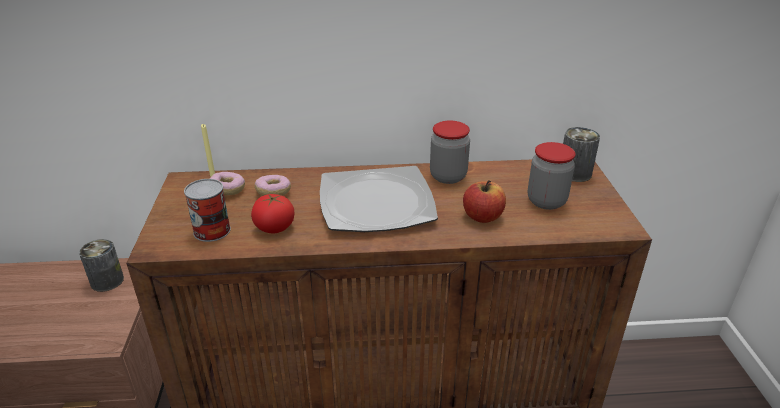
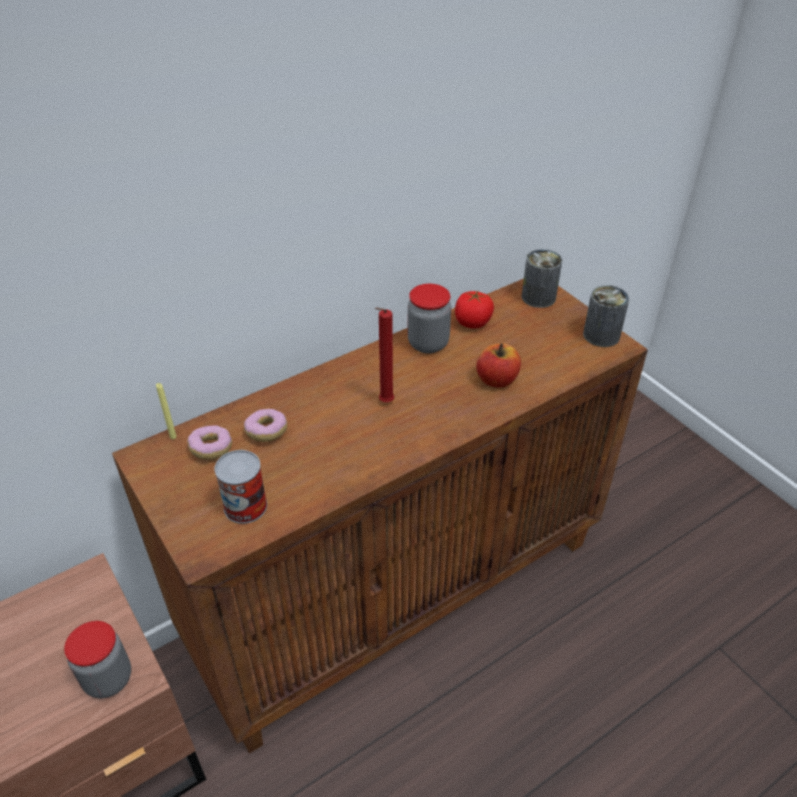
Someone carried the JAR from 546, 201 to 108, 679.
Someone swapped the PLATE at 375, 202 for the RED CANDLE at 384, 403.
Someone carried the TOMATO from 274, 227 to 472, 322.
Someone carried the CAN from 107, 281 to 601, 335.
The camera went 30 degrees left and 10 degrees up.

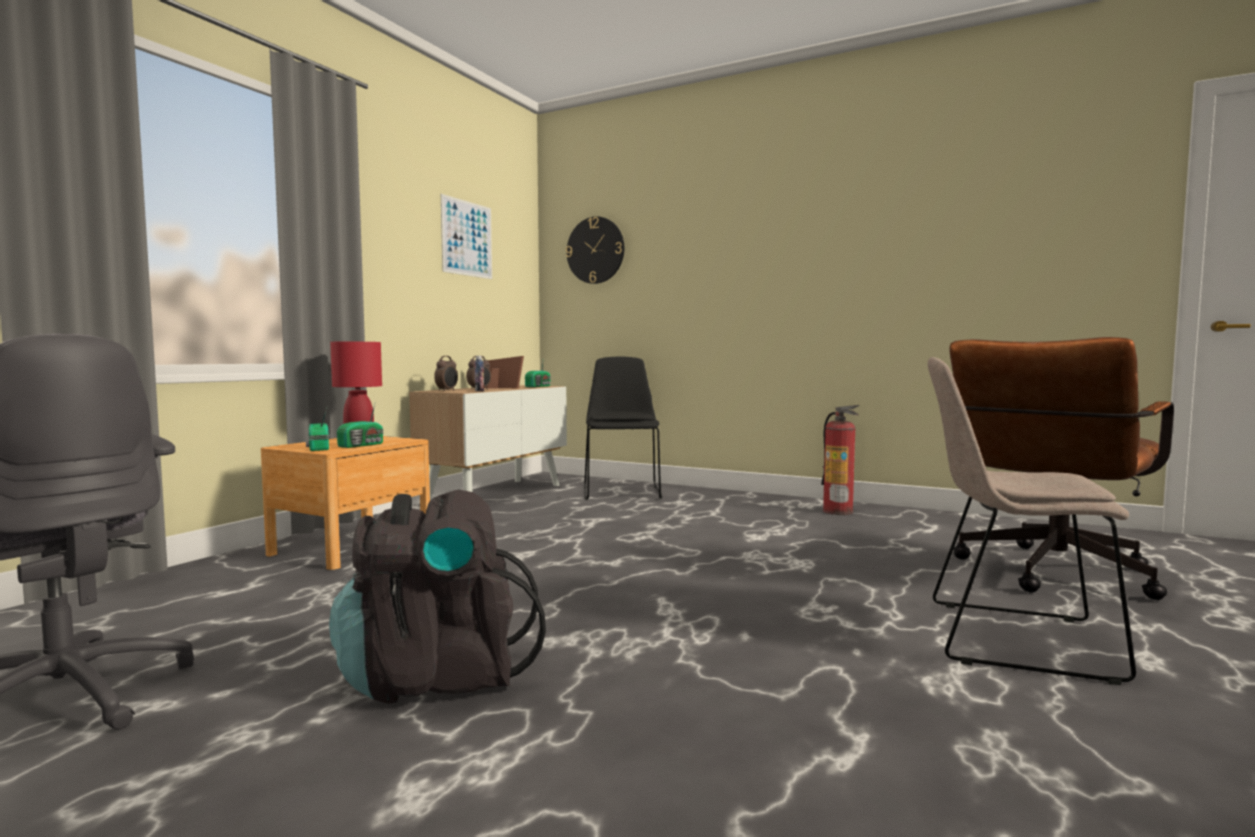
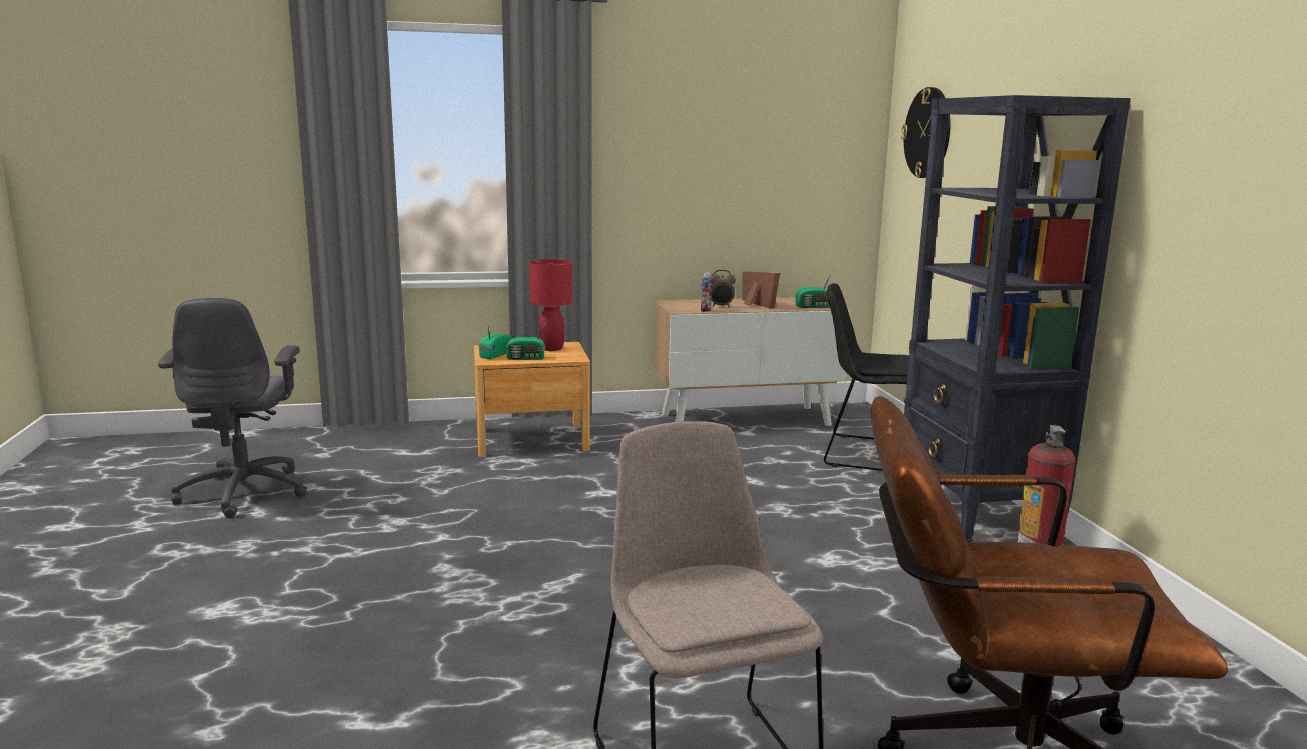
Someone took away the PICTURE at 467, 238.
Someone took away the ALARM CLOCK at 447, 390.
Someone rotated the BLACK CHAIR at 621, 491 by 120 degrees counterclockwise.
Someone took away the BLACK BACKPACK at 437, 676.
Someone put down the BLACK BOOKCASE at 976, 517.
The camera went 50 degrees right and 10 degrees up.

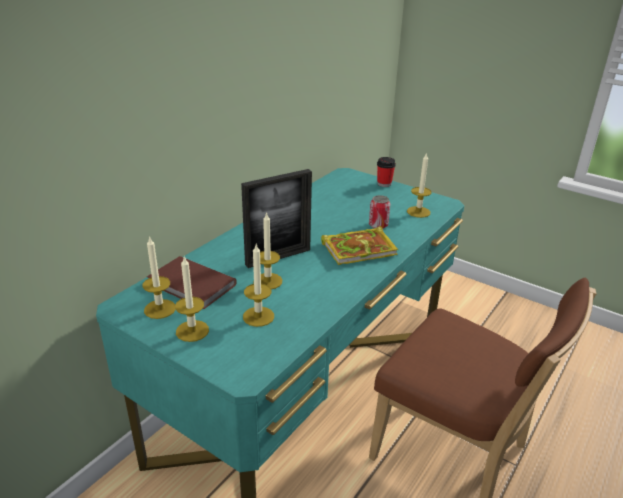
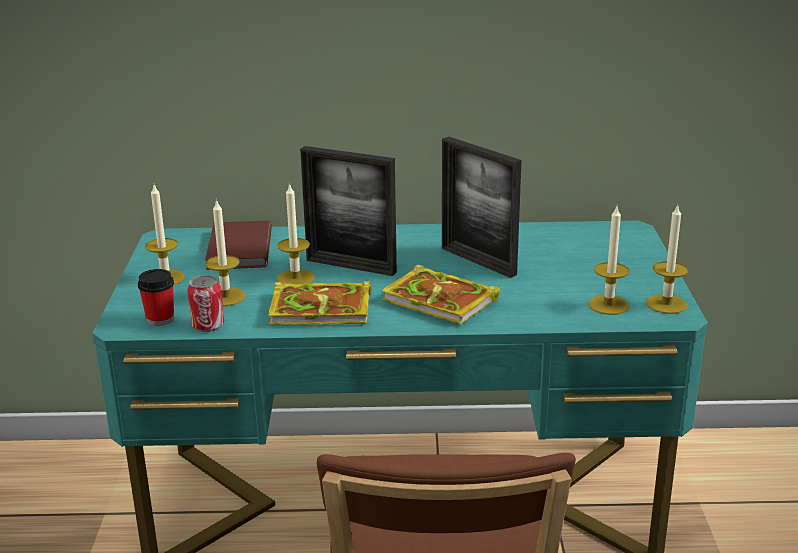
Someone carried the CUP from 384, 184 to 160, 319.
Someone carried the CAN from 378, 225 to 208, 325.
Someone carried the CANDLE from 160, 309 to 666, 304.
Someone put down the PICTURE FRAME at 478, 261.
Someone put down the BOOK at 323, 309.
The camera went 55 degrees right and 5 degrees down.

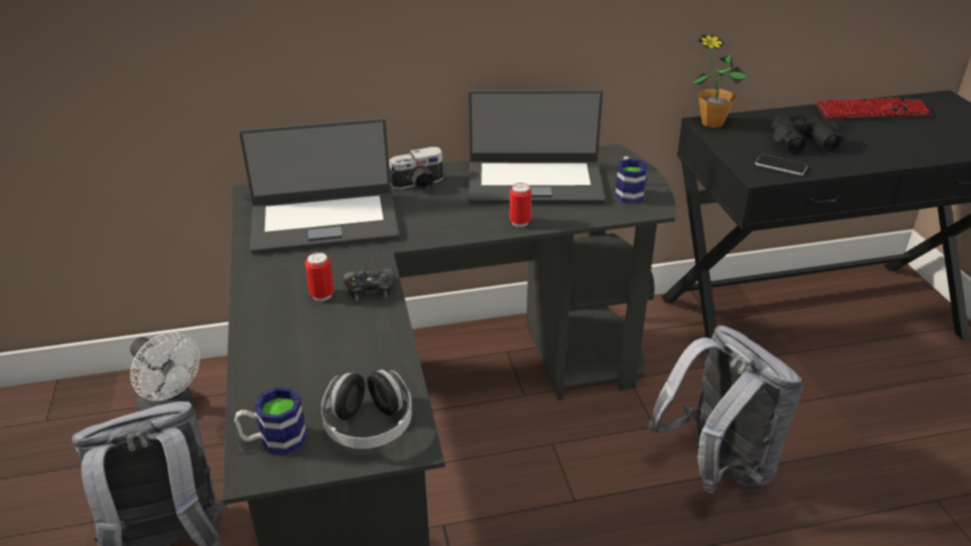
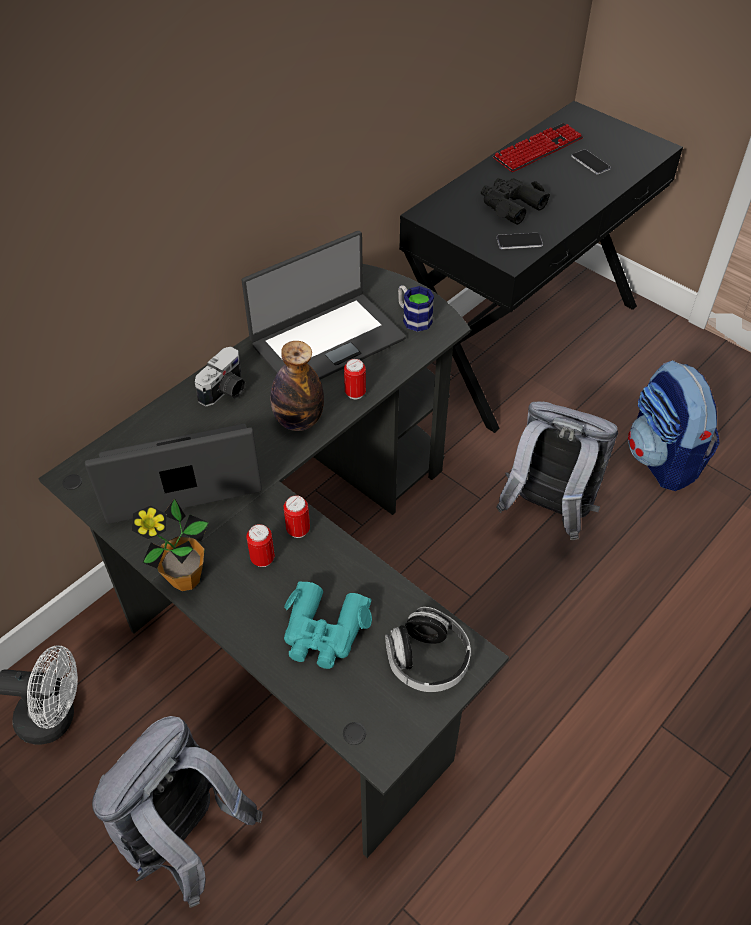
Someone carried the POTTED PLANT from 712, 123 to 185, 579.
Someone rotated the LAPTOP at 324, 222 by 150 degrees counterclockwise.
Someone swapped the BLACK GAME CONTROLLER at 370, 289 for the CAN at 298, 530.
Someone took away the MUG at 274, 440.
Someone put down the PHONE at 590, 163.
Someone put down the BOTTLE at 298, 420.
Someone put down the BACKPACK at 662, 459.
Someone put down the TURQUOISE BINOCULARS at 324, 632.
The camera went 35 degrees left and 15 degrees up.

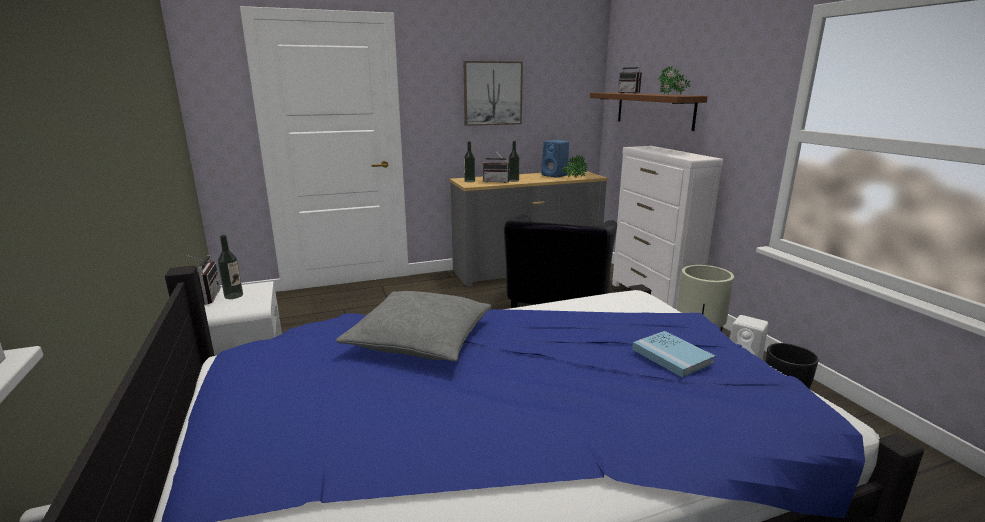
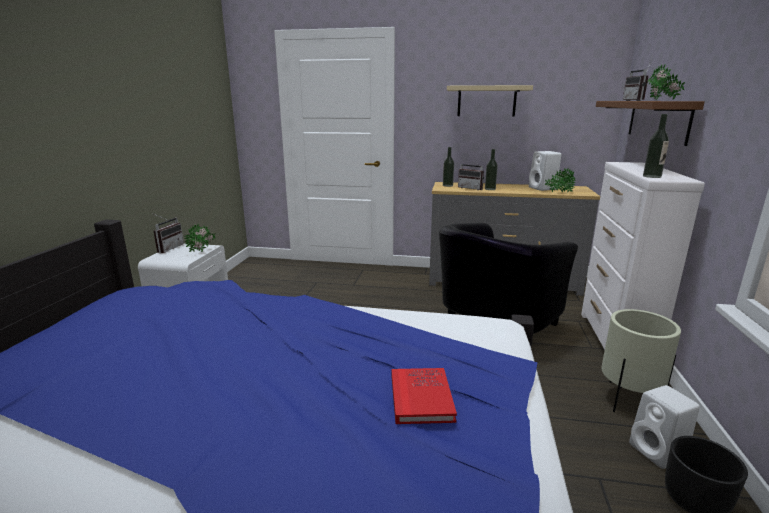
Someone swapped the PICTURE at 492, 93 for the BEIGE SHELF at 486, 101.
Someone repainted the BLUE SPEAKER at 555, 175, which became the WHITE SPEAKER at 543, 188.
Someone carried the BOTTLE from 233, 295 to 652, 176.
Someone took away the GREY PILLOW at 420, 339.
Someone repainted the BLUE BOOK at 672, 356, which became the RED BOOK at 421, 398.
Someone put down the POTTED PLANT at 203, 251.
The camera went 30 degrees right and 0 degrees up.

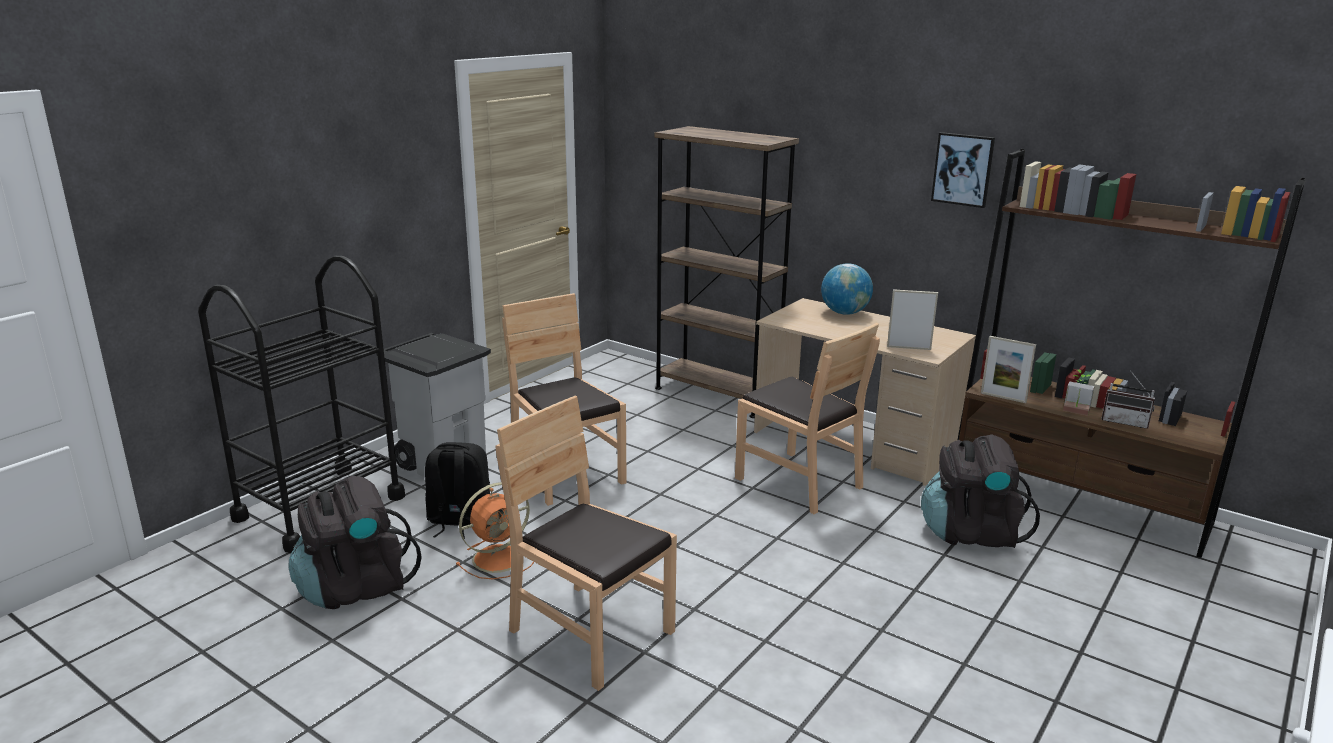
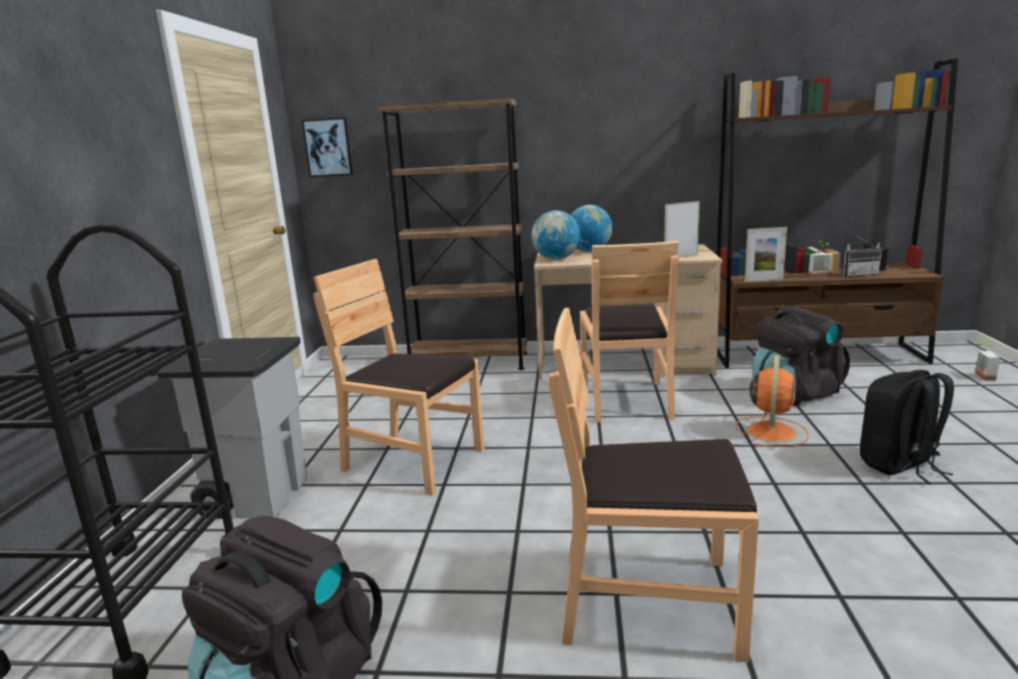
Someone carried the PICTURE from 963, 169 to 328, 147.
Someone rotated the BROWN CHAIR at 799, 482 by 75 degrees clockwise.
Someone carried the BLACK BACKPACK from 459, 521 to 900, 465.
Someone carried the ORANGE FAN from 500, 558 to 771, 431.
Someone put down the GLOBE at 556, 259.
Someone put down the POTTED PLANT at 980, 376.
The camera went 30 degrees left and 5 degrees down.

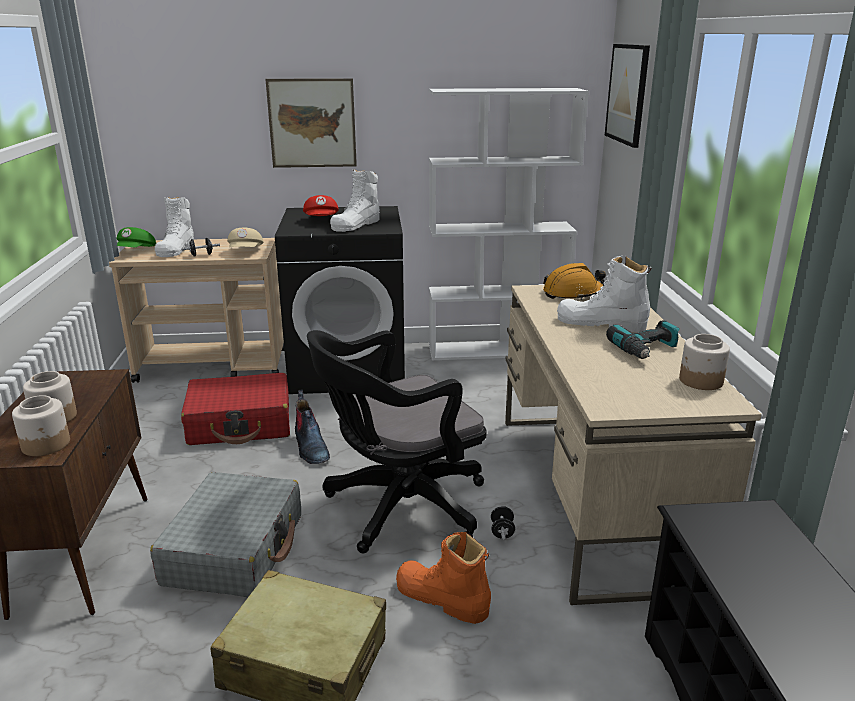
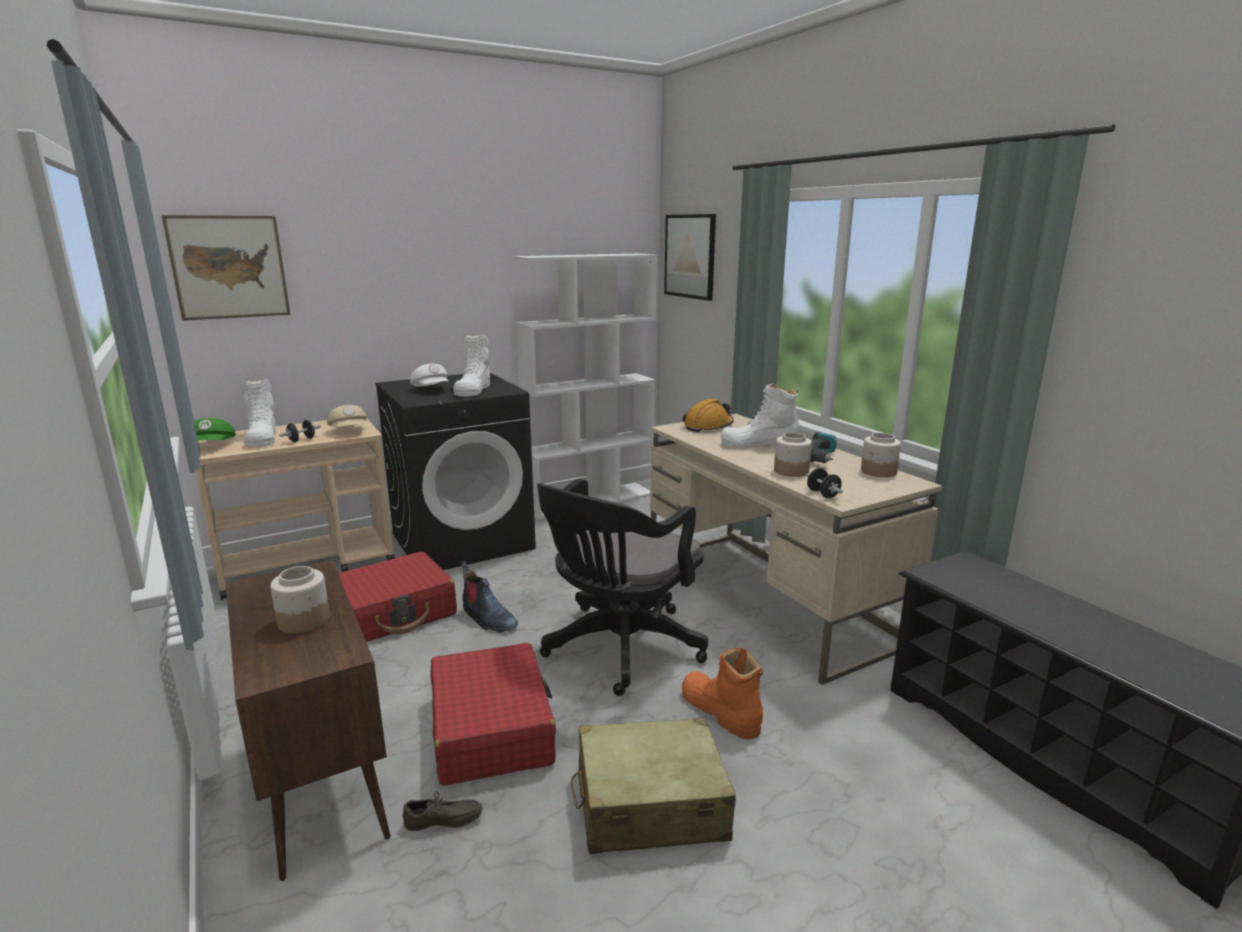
Someone carried the PICTURE from 312, 123 to 229, 267.
Someone repainted the RED CAP at 322, 220, which became the WHITE CAP at 432, 389.
Someone carried the JAR from 46, 445 to 791, 471.
Someone repainted the GREY SUITCASE at 235, 549, which became the RED SUITCASE at 492, 728.
Someone carried the BLACK DUMBBELL from 502, 531 to 823, 494.
Someone rotated the ORANGE BOOT at 441, 598 by 45 degrees clockwise.
Someone put down the GREY SHOE at 443, 822.
The camera went 25 degrees left and 5 degrees down.

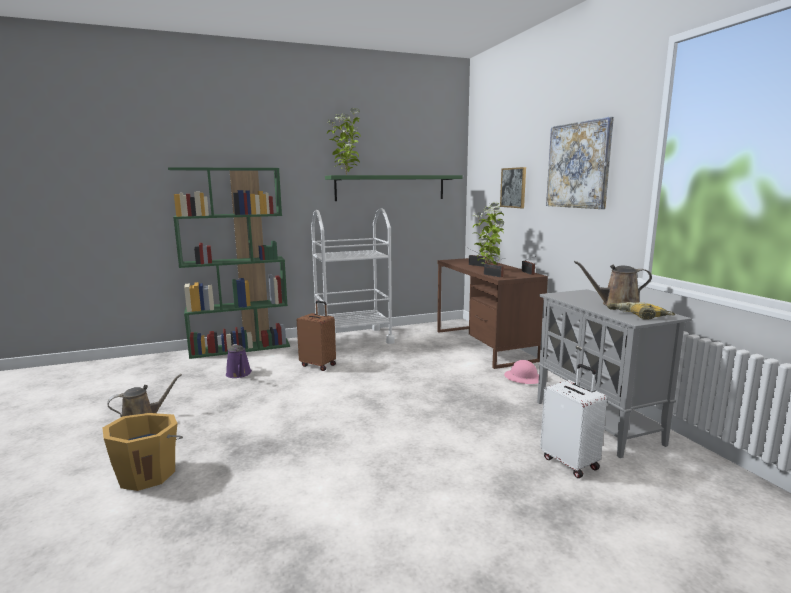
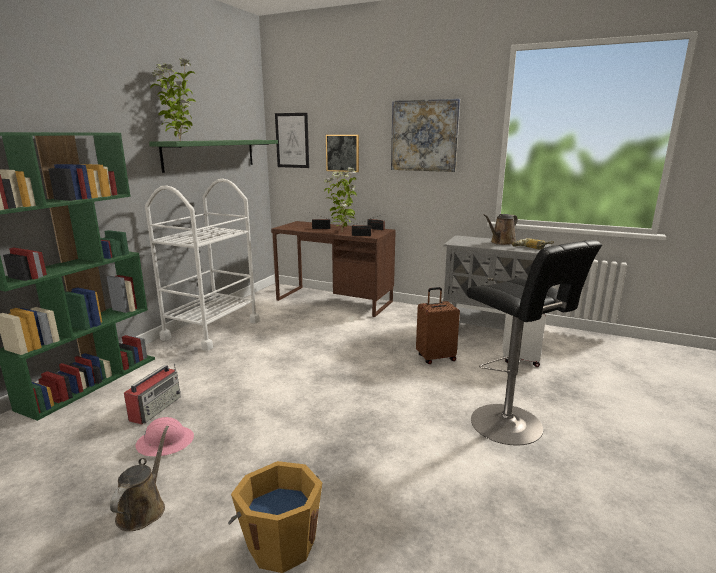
Someone carried the BROWN SUITCASE from 318, 365 to 435, 357.
Someone swapped the PURPLE WATERING CAN at 239, 374 for the RADIO at 156, 408.
Someone carried the PINK HARD HAT from 523, 378 to 165, 442.
Someone put up the PICTURE at 292, 140.
Someone put down the BLACK STOOL at 510, 426.
The camera went 45 degrees left and 5 degrees up.

